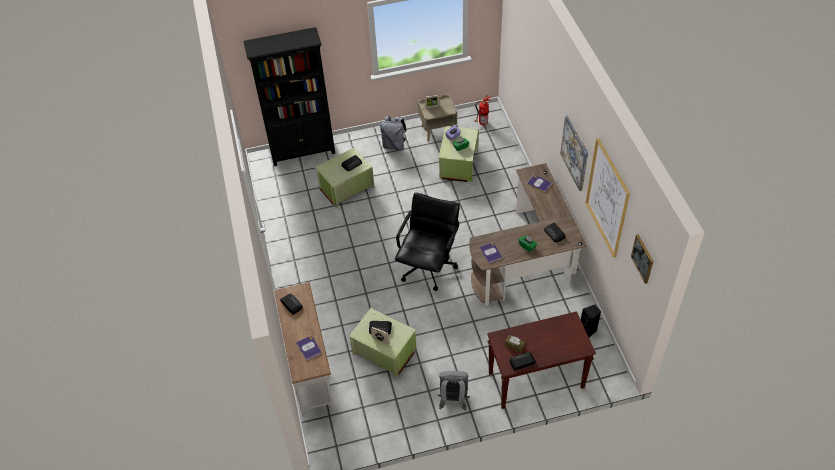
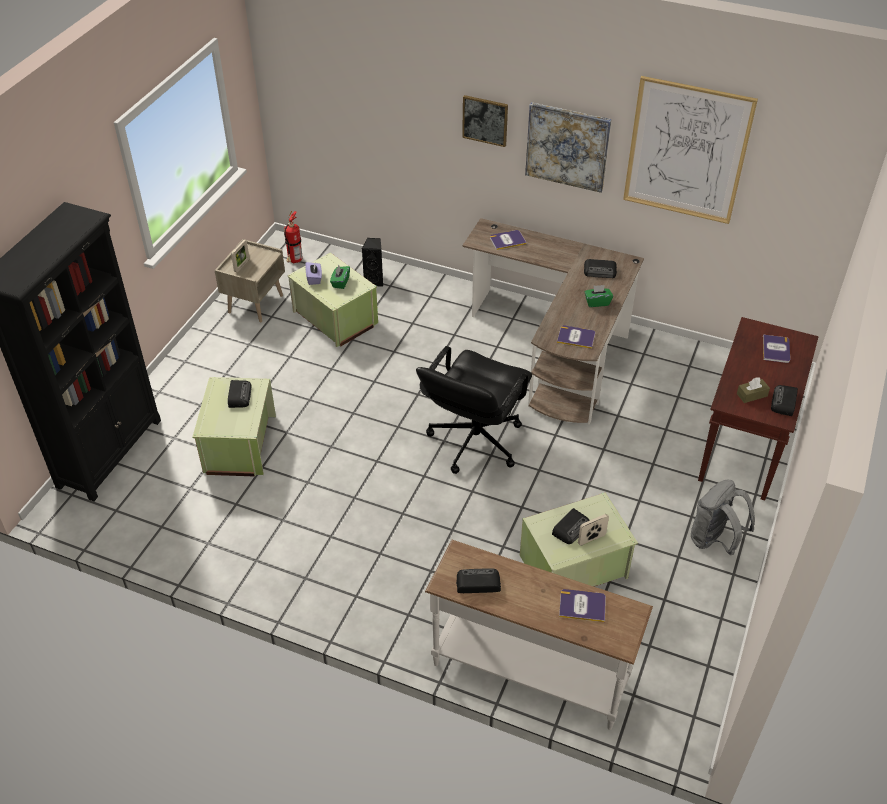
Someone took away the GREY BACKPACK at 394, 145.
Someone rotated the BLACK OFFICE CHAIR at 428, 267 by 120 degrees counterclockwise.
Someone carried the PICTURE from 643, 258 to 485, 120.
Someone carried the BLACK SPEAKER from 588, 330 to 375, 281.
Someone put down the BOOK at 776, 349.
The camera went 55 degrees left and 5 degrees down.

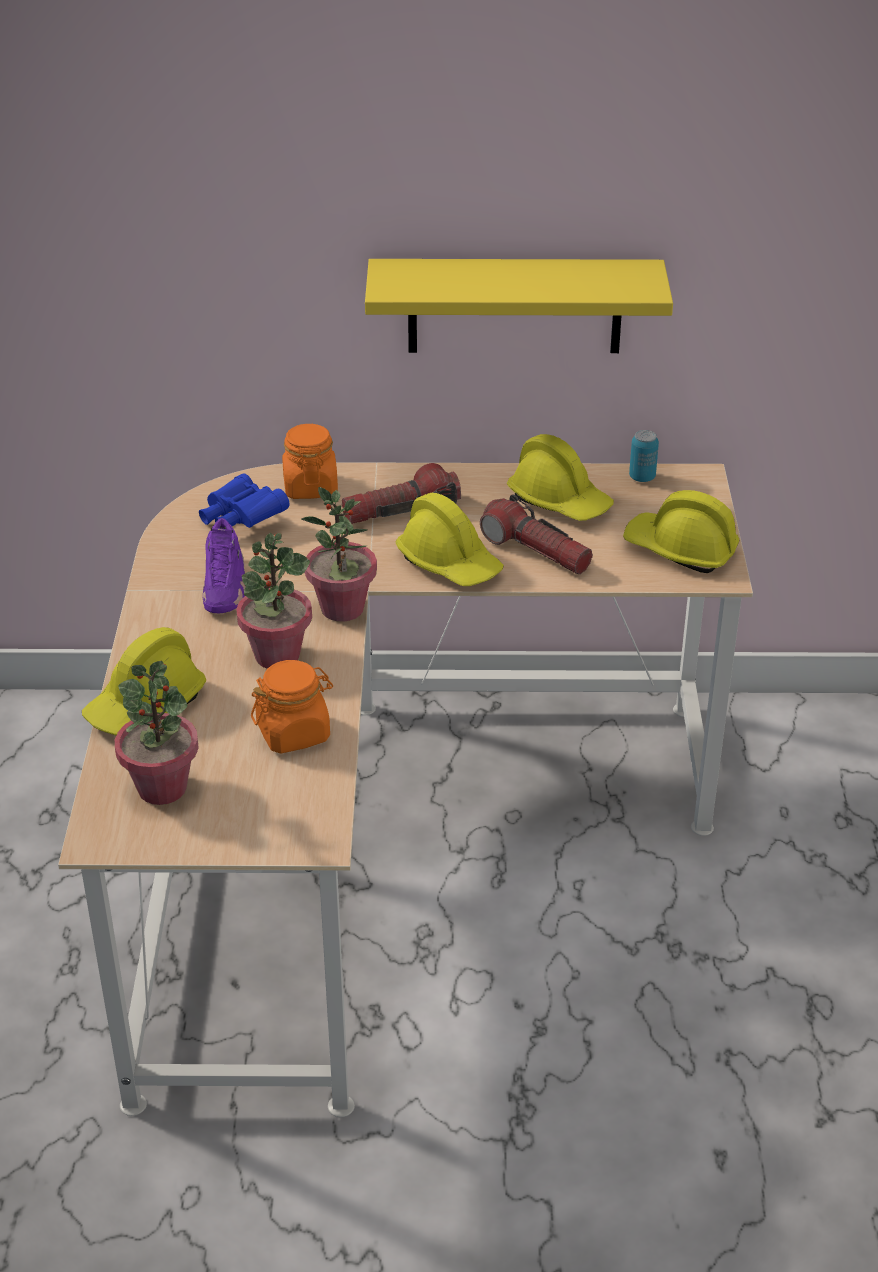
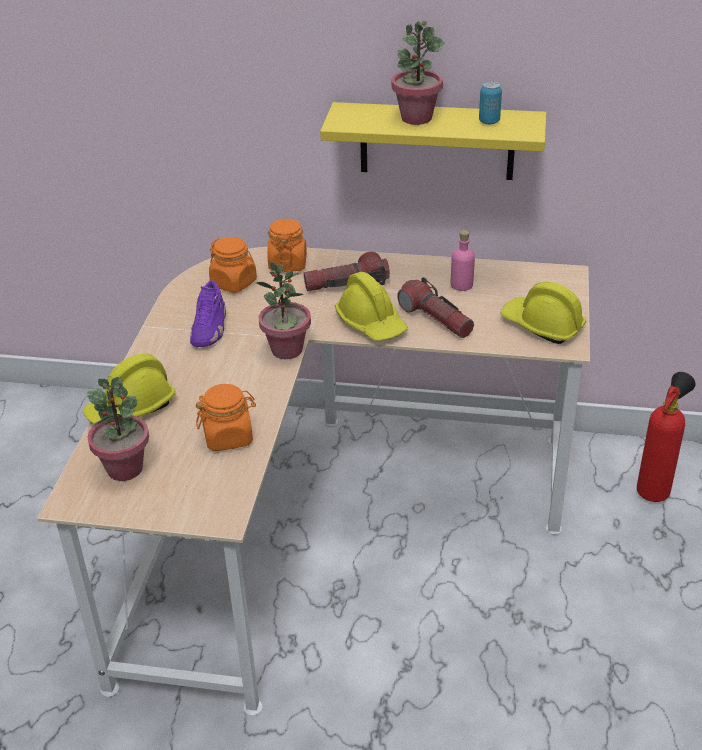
Someone carried the CAN from 642, 477 to 489, 121.
Someone swapped the YELLOW HARD HAT at 560, 501 for the PINK BOTTLE at 461, 285.
Someone swapped the BLUE BINOCULARS at 241, 519 for the ORANGE JAR at 234, 283.
Someone carried the POTTED PLANT from 277, 655 to 416, 118.
Someone put down the FIRE EXTINGUISHER at 655, 489.
The camera went 10 degrees right and 0 degrees up.

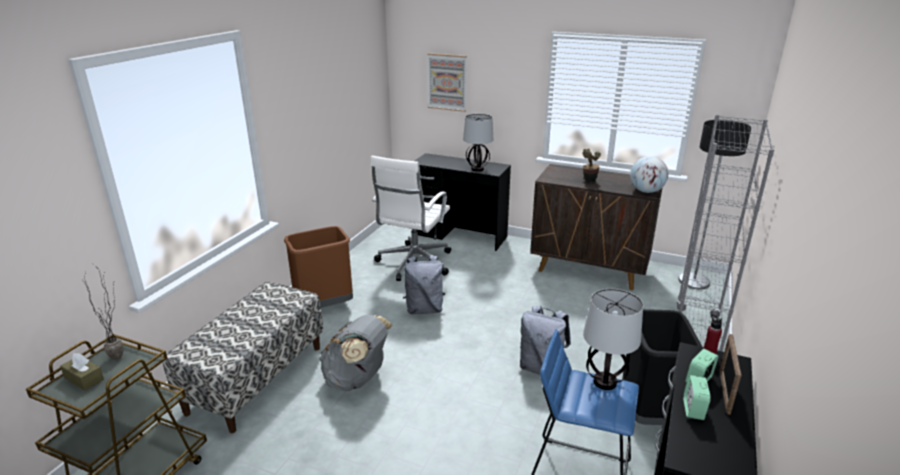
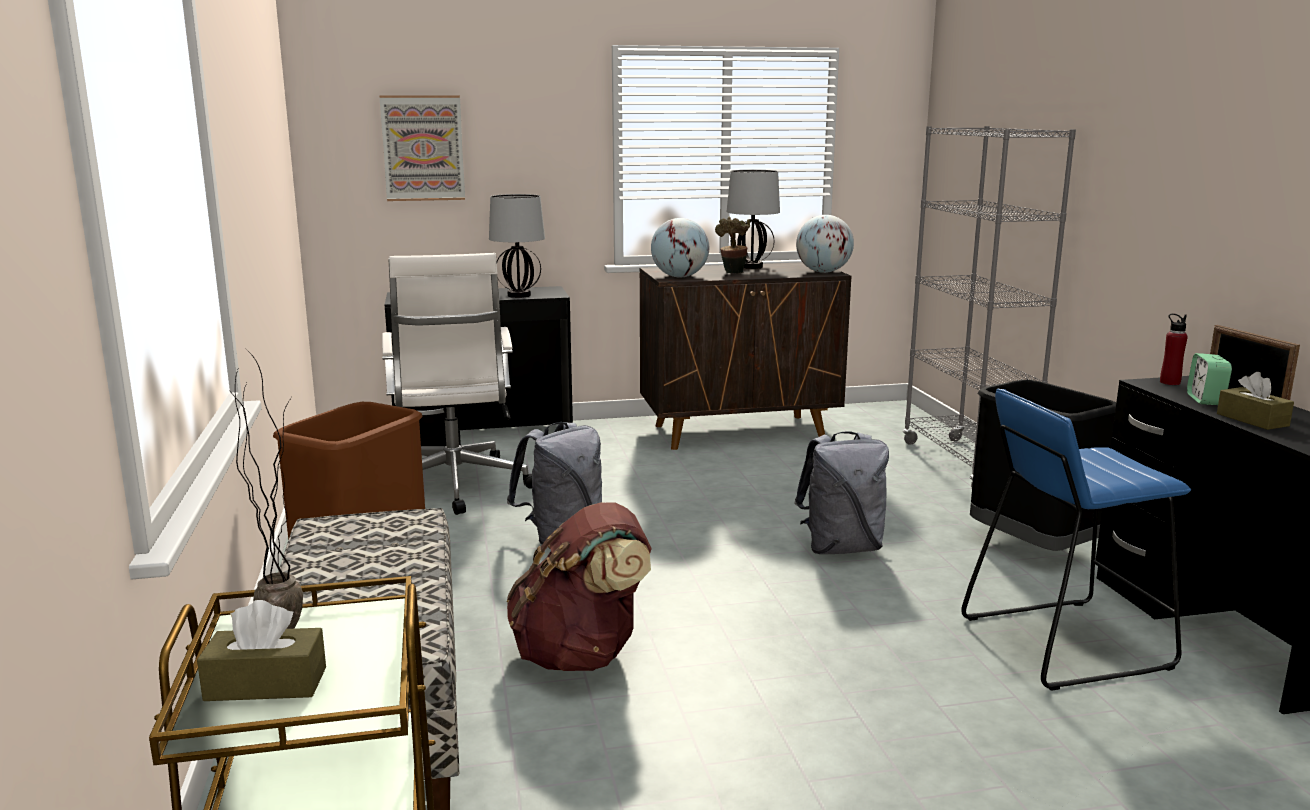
Someone took away the FLOOR LAMP at 694, 281.
Someone carried the TABLE LAMP from 604, 382 to 751, 267.
Someone repainted the GREY BACKPACK at 357, 379, which became the BROWN BACKPACK at 582, 655.
Someone swapped the ALARM CLOCK at 693, 409 for the BROWN TISSUE BOX at 1252, 420.
Someone put down the GLOBE at 680, 277.
The camera went 35 degrees left and 10 degrees down.

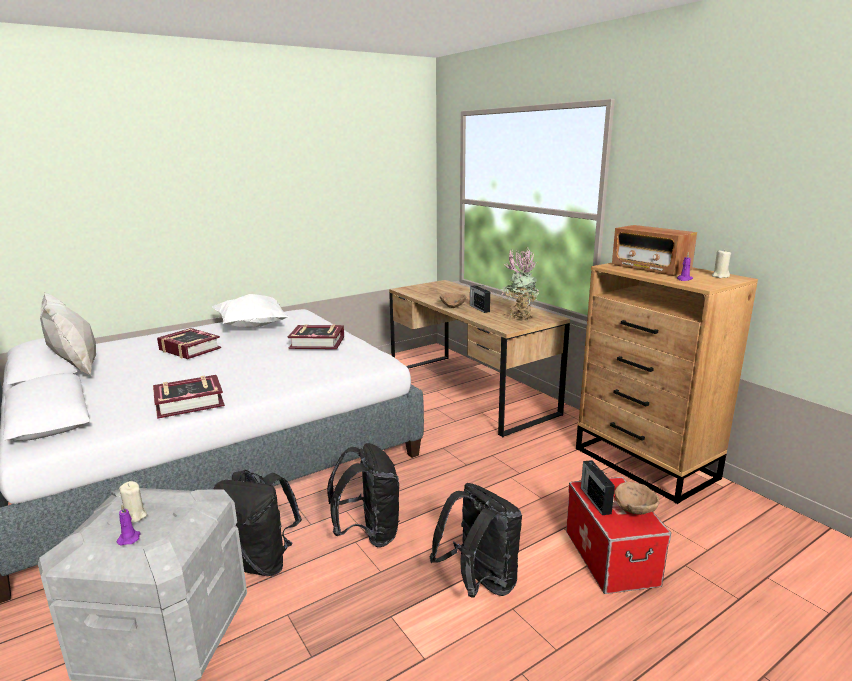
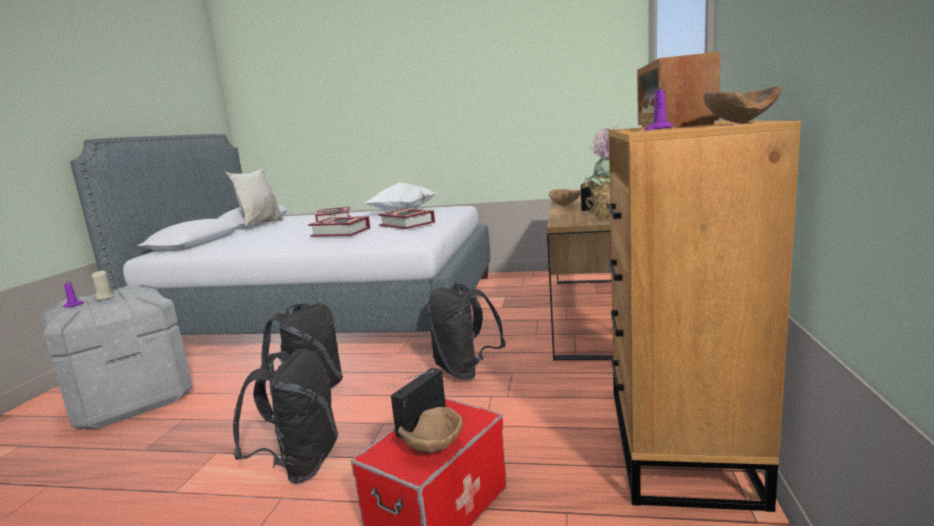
Someone swapped the BEIGE CANDLE at 720, 276 for the BROWN BOWL at 739, 123.
Someone carried the BOOK from 189, 402 to 341, 232.
Someone carried the BLACK BACKPACK from 260, 562 to 465, 371.
The camera went 45 degrees right and 5 degrees down.

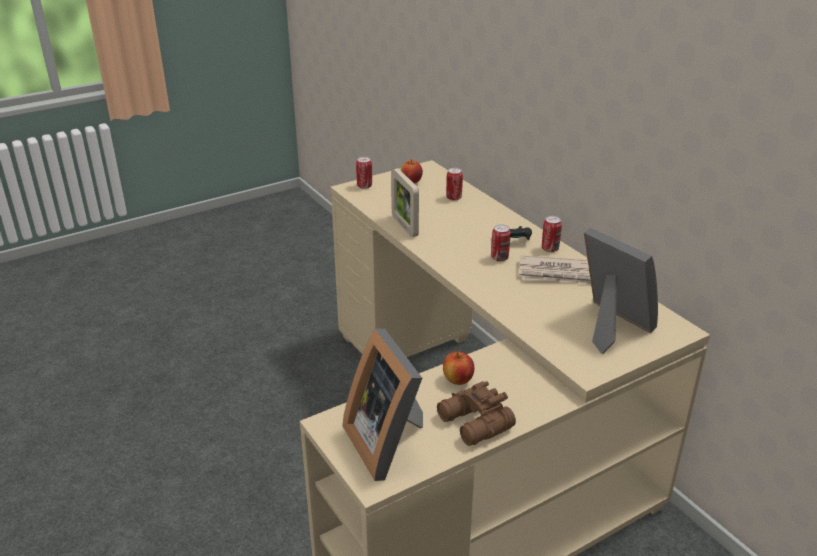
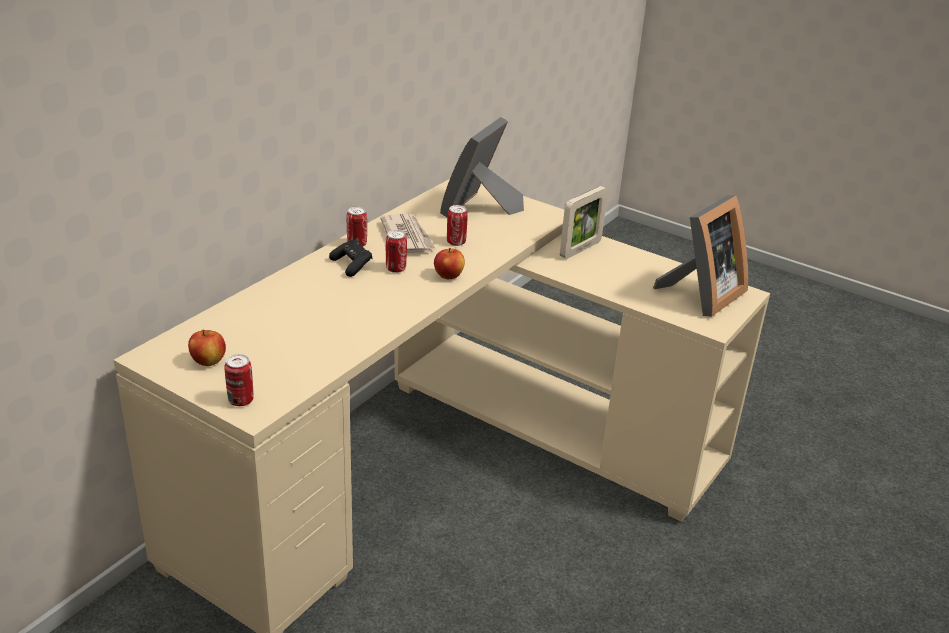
Someone carried the PICTURE FRAME from 404, 226 to 580, 249.
Someone carried the CAN from 453, 198 to 456, 242.
Someone carried the APPLE from 458, 380 to 448, 276.
Someone took away the BROWN BINOCULARS at 474, 424.
The camera went 115 degrees left and 0 degrees up.

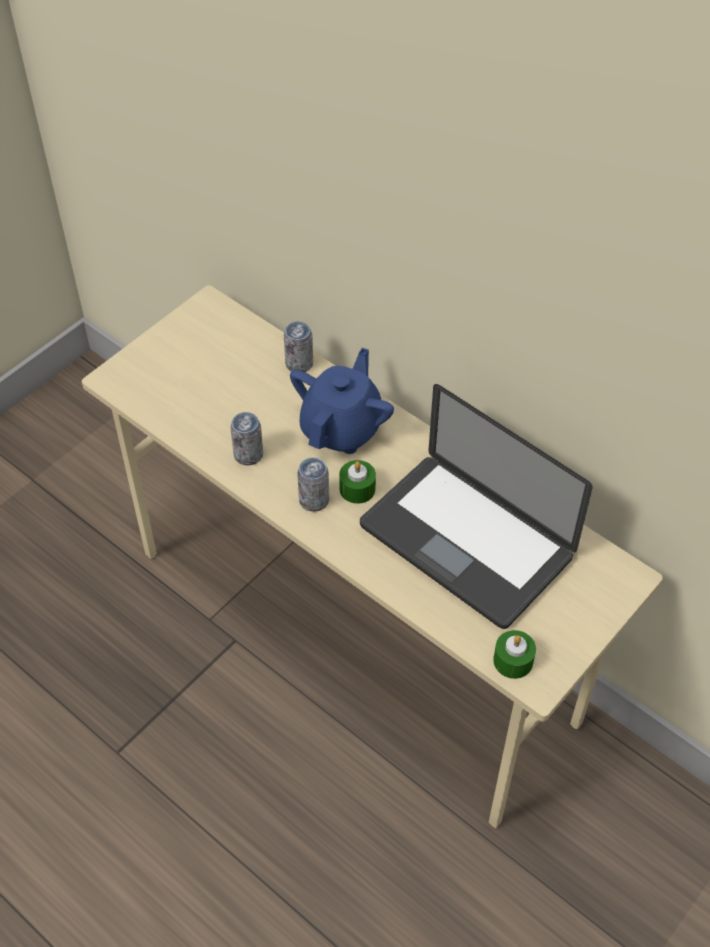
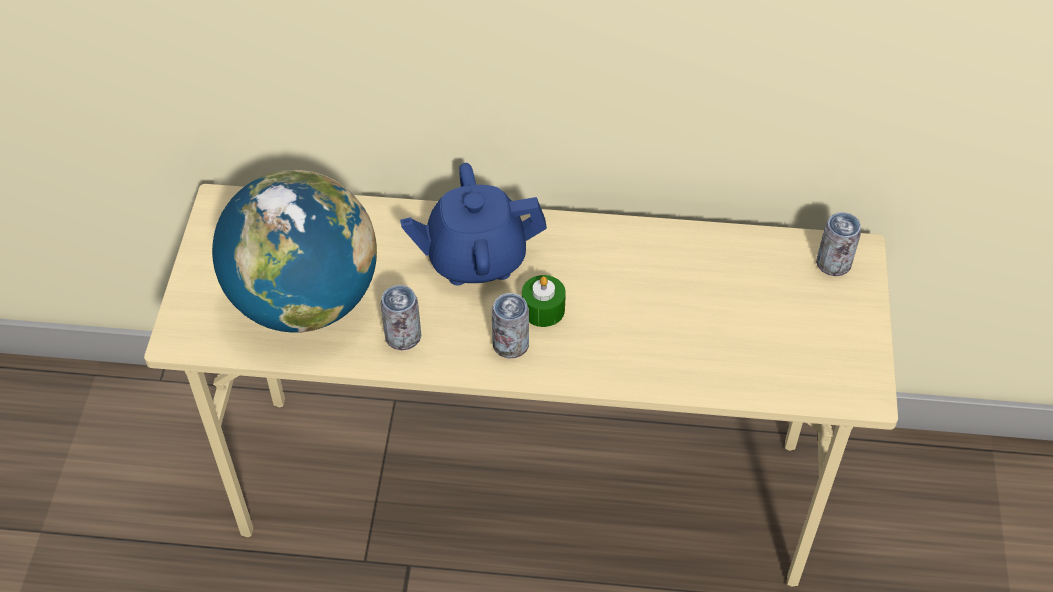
Someone carried the CAN from 299, 364 to 833, 264.
Someone rotated the BLUE TEAPOT at 342, 428 by 90 degrees counterclockwise.
Someone took away the LAPTOP at 465, 542.
Someone took away the GREEN CANDLE at 513, 661.
Someone put down the GLOBE at 305, 300.
The camera went 35 degrees left and 0 degrees up.

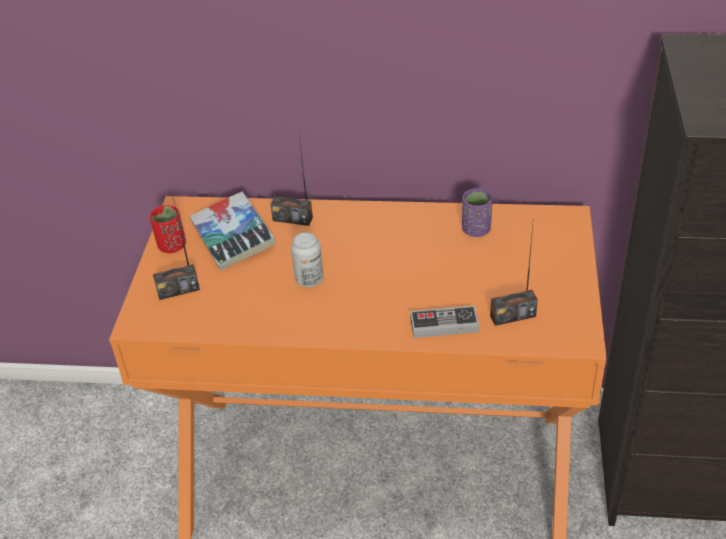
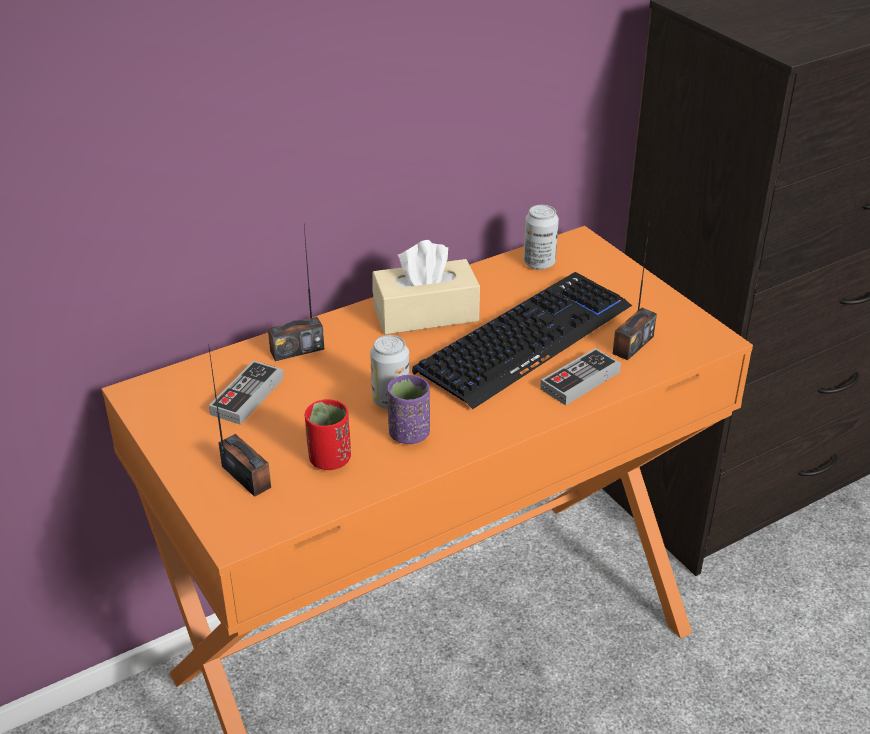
Someone carried the PURPLE CUP from 476, 230 to 409, 434.
Someone swapped the BOOK at 233, 237 for the GAME CONTROLLER at 247, 396.
Someone rotated the RADIO at 178, 290 by 75 degrees counterclockwise.
Someone carried the RED CUP from 172, 246 to 329, 459.
Someone put down the CAN at 539, 263.
Someone put down the BEIGE TISSUE BOX at 425, 314.
Someone put down the KEYBOARD at 525, 340.
The camera went 40 degrees left and 5 degrees down.

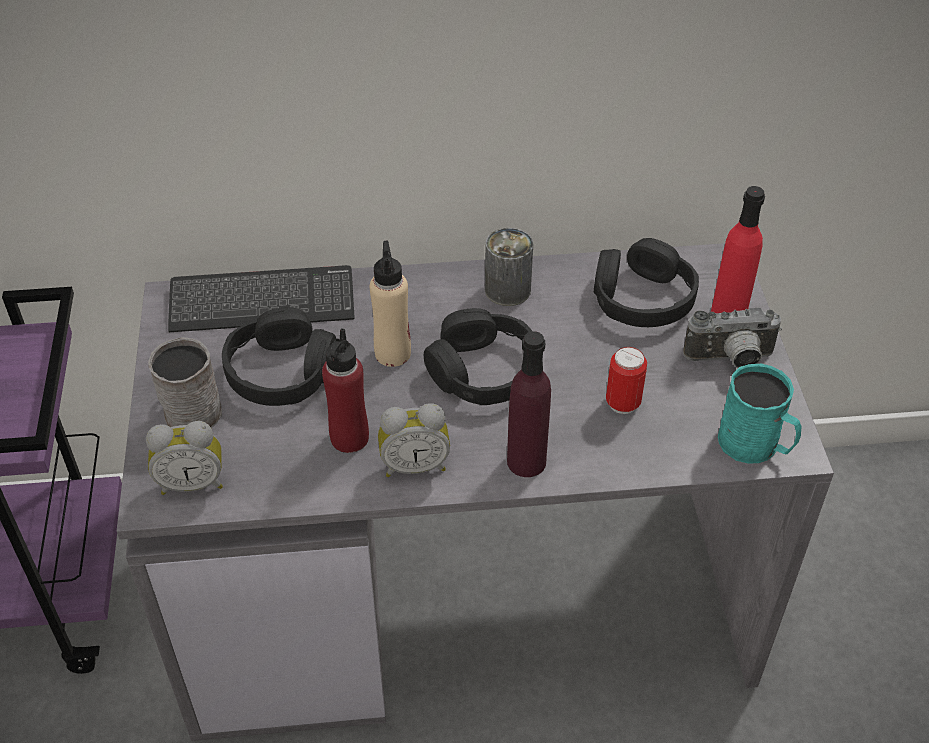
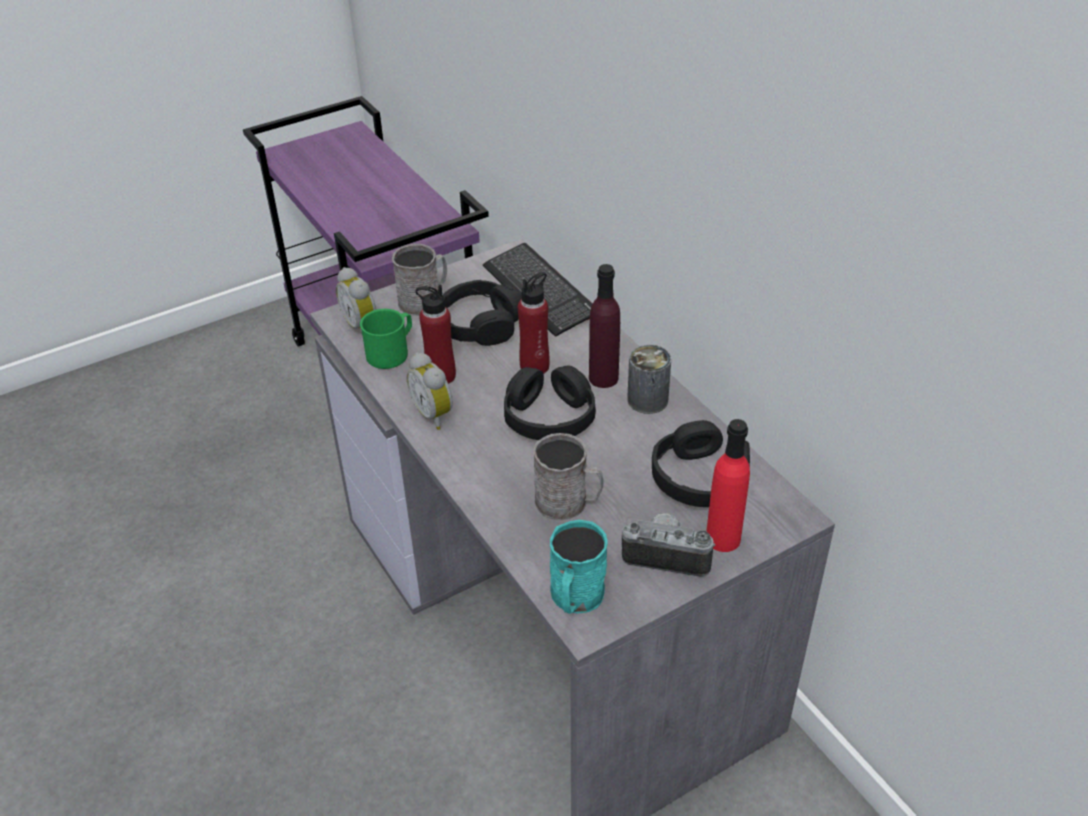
Someone repainted the BEIGE BOTTLE at 393, 353, which became the RED BOTTLE at 534, 366.
Someone rotated the PHOTO CAMERA at 730, 360 by 135 degrees clockwise.
Someone carried the PURPLE BOTTLE from 526, 461 to 603, 378.
Someone swapped the CAN at 623, 403 for the GREY MUG at 568, 502.
Someone put down the GREEN MUG at 392, 352.
The camera went 65 degrees right and 5 degrees down.

